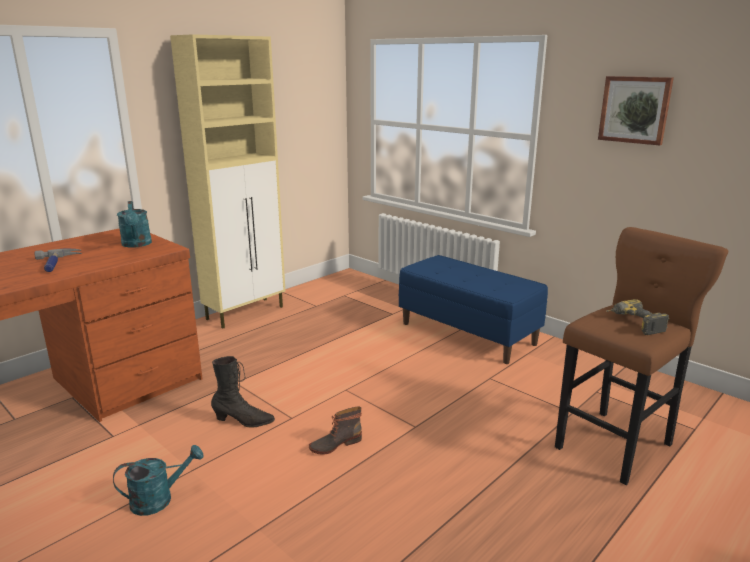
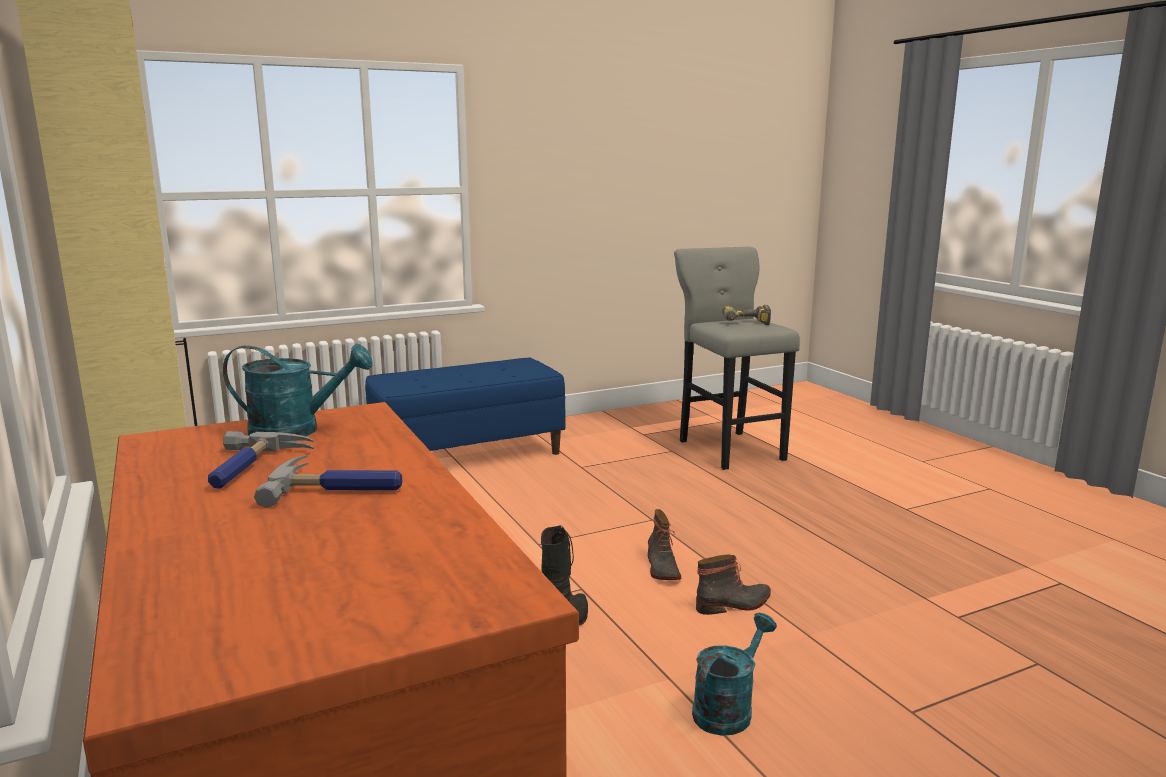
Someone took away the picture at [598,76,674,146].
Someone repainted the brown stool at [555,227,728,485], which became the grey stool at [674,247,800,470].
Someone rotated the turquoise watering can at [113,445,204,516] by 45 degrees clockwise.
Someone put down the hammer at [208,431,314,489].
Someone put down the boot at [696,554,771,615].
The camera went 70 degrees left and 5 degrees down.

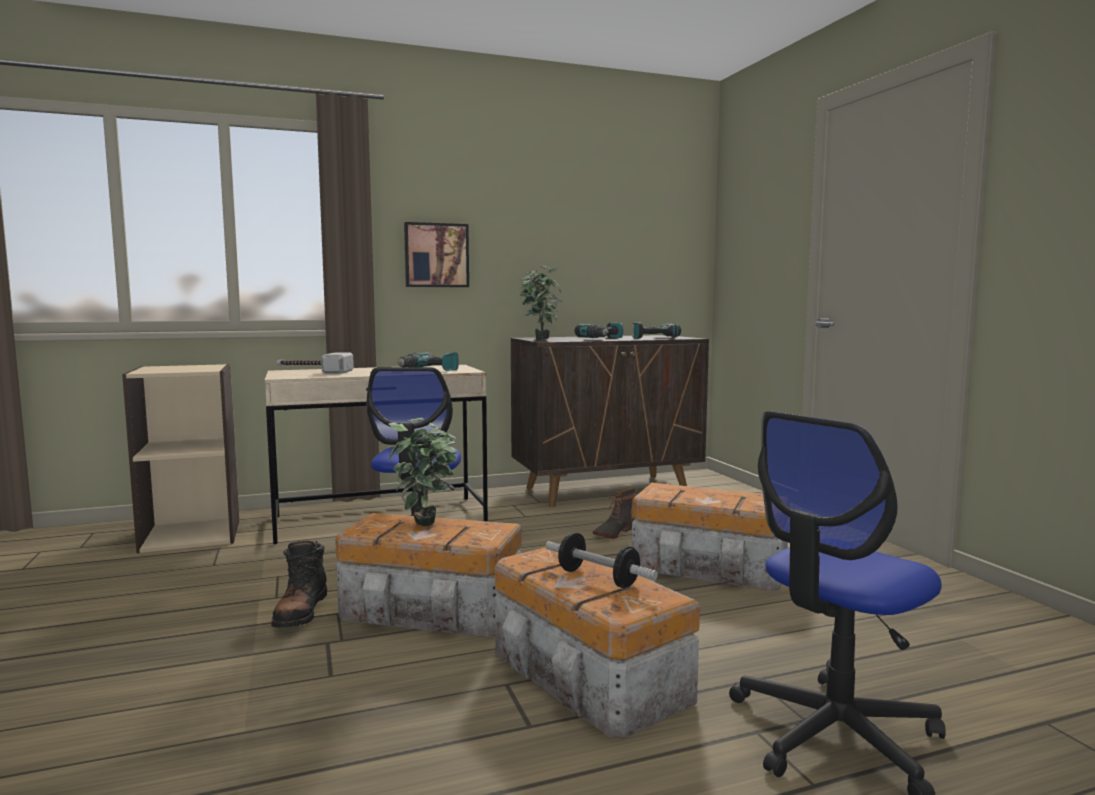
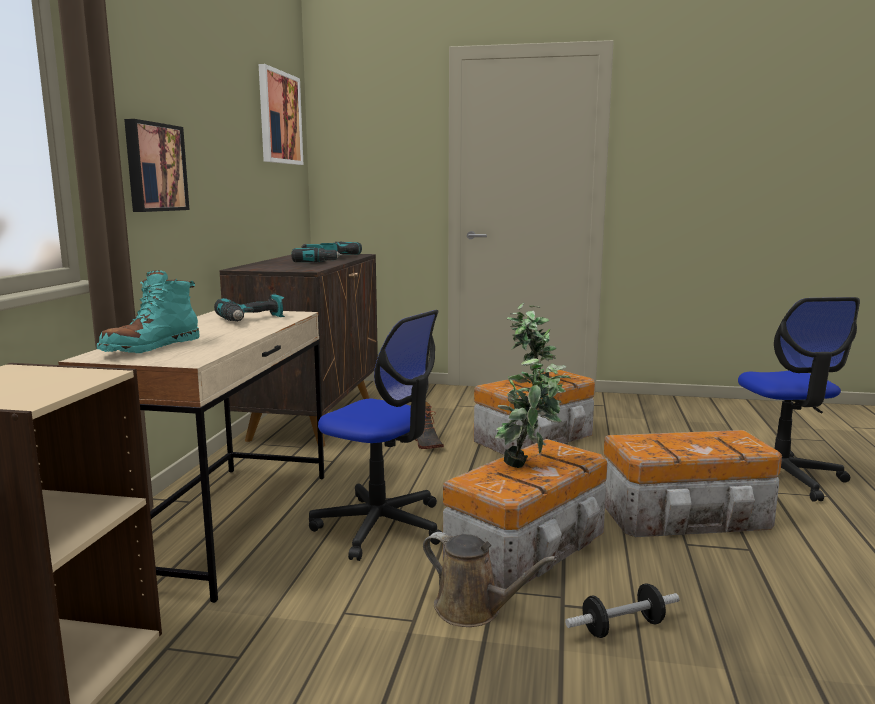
Someone carried the potted plant from [520,266,562,340] to [507,303,556,378].
Someone swapped the hammer at [277,352,354,374] for the turquoise boot at [97,270,200,353].
Someone carried the dumbbell from [546,532,658,588] to [565,584,679,638].
Someone swapped the black boot at [271,541,327,627] for the brown watering can at [423,532,557,627].
Someone put up the picture at [259,64,303,165].
The camera went 60 degrees left and 5 degrees up.

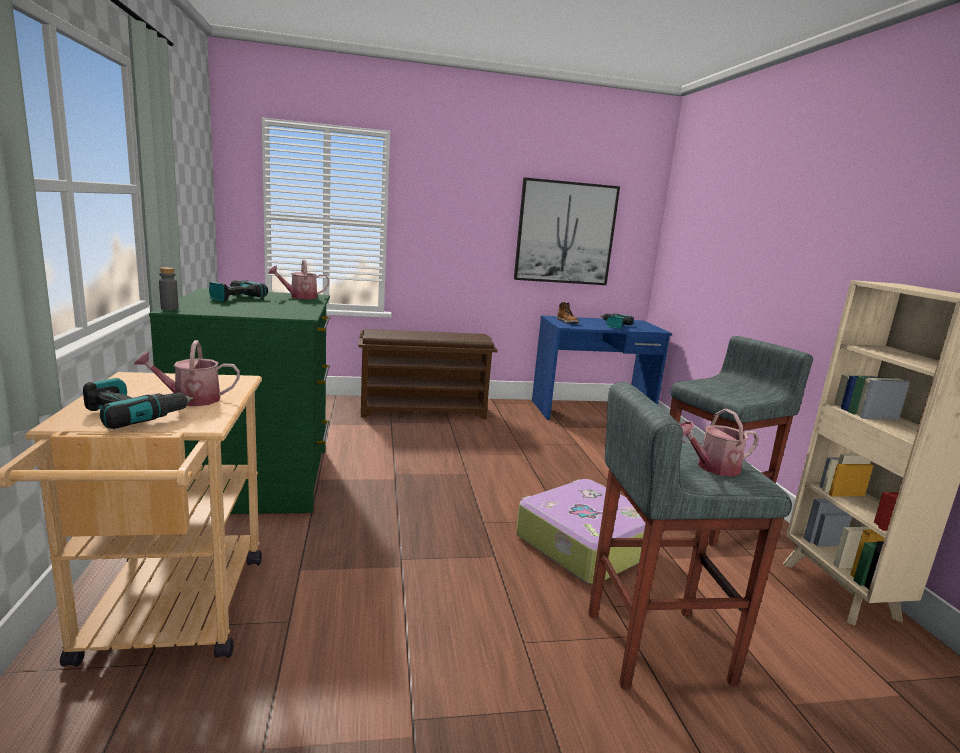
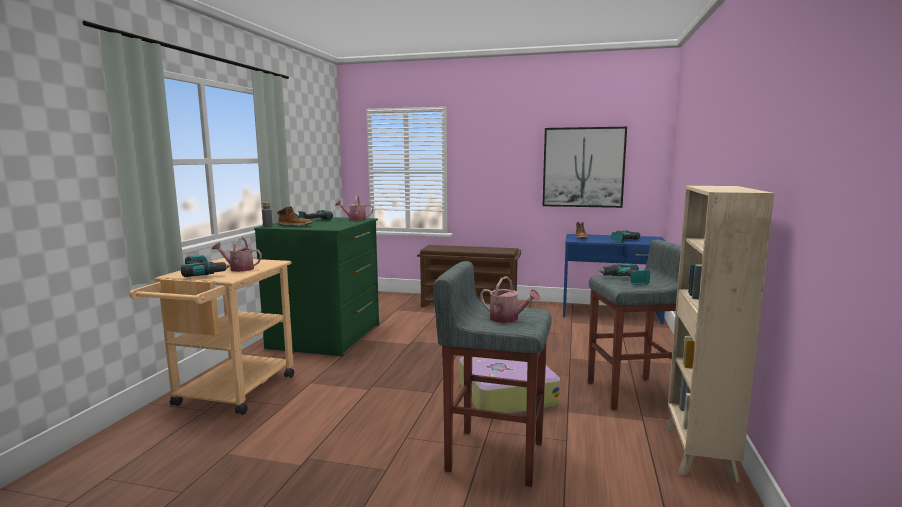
Someone rotated the watering can at [680,409,759,476] by 150 degrees counterclockwise.
Someone put down the boot at [277,206,312,226].
Someone put down the power drill at [599,264,650,285].
The camera went 25 degrees right and 5 degrees down.

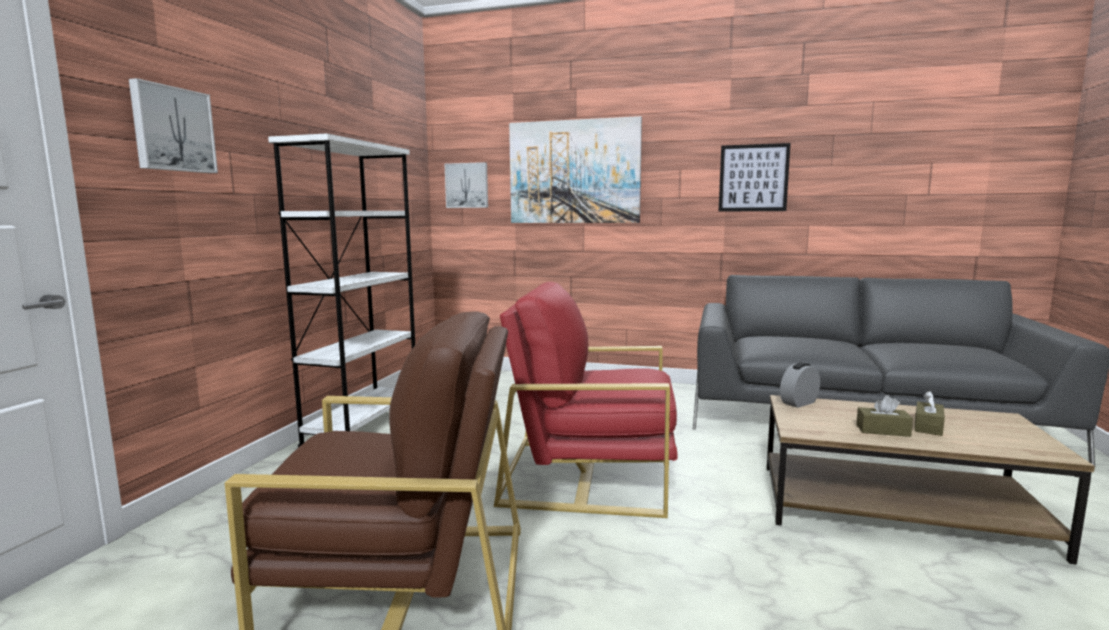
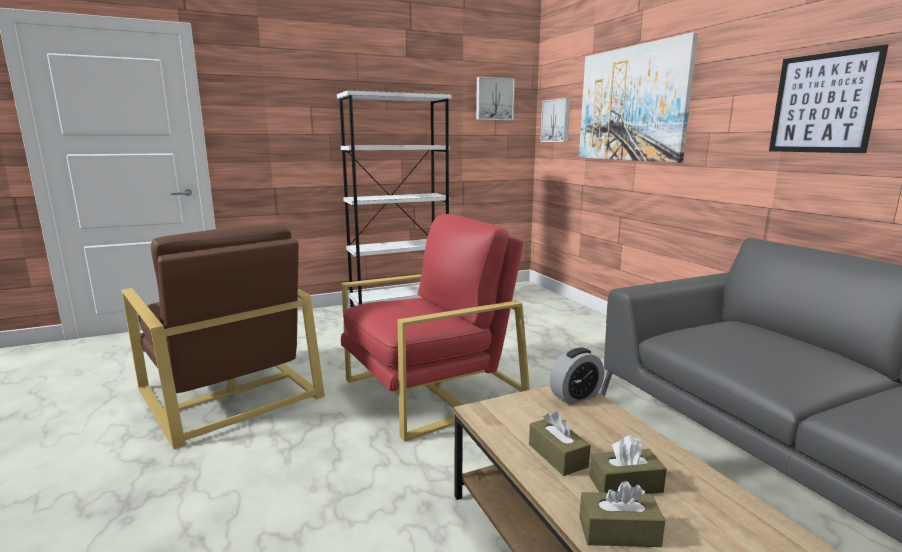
Someone carried the picture from [129,78,218,173] to [476,77,515,120].
Someone rotated the red armchair at [494,282,678,518] by 90 degrees clockwise.
Someone rotated the alarm clock at [780,362,820,408] by 135 degrees clockwise.
Someone put down the brown tissue box at [579,481,665,547].
The camera went 50 degrees right and 5 degrees up.

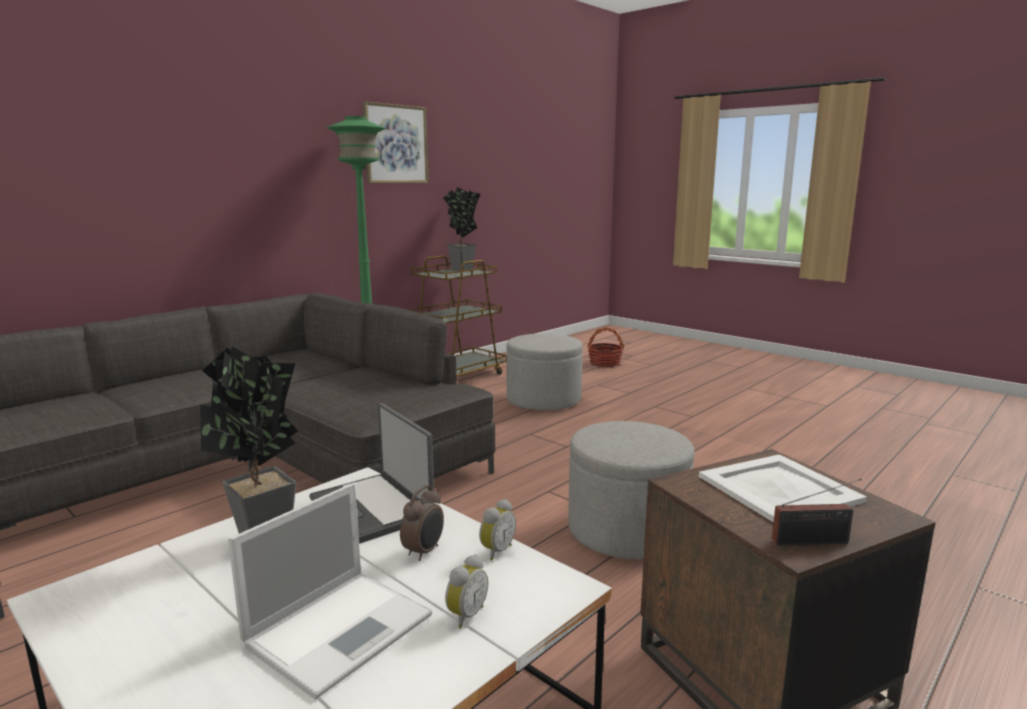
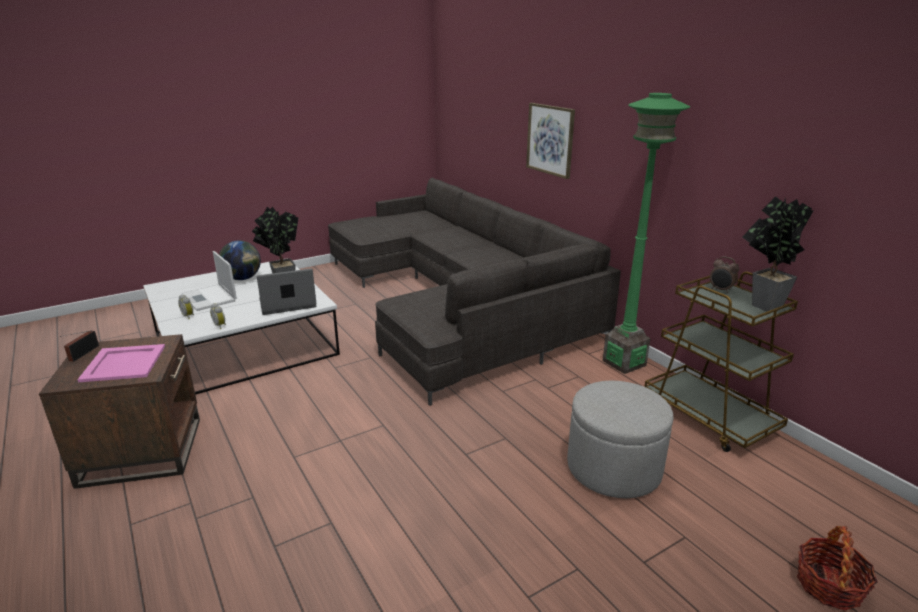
Someone carried the picture from [363,102,429,183] to [526,103,575,179].
Someone took away the grey ottoman at [568,421,694,559].
Someone repainted the white tray at [699,454,867,522], which became the pink tray at [77,344,165,382].
Someone carried the alarm clock from [400,485,444,561] to [710,257,740,293].
Someone put down the globe at [219,241,261,280].
The camera went 105 degrees right and 10 degrees up.

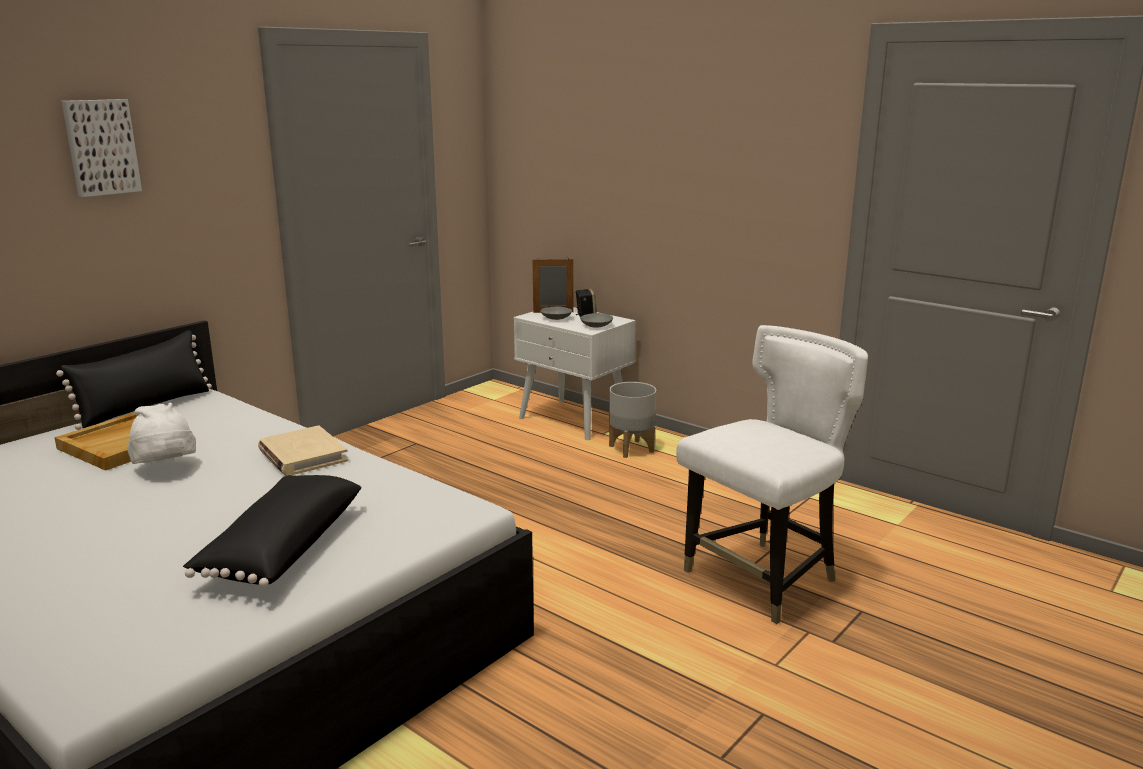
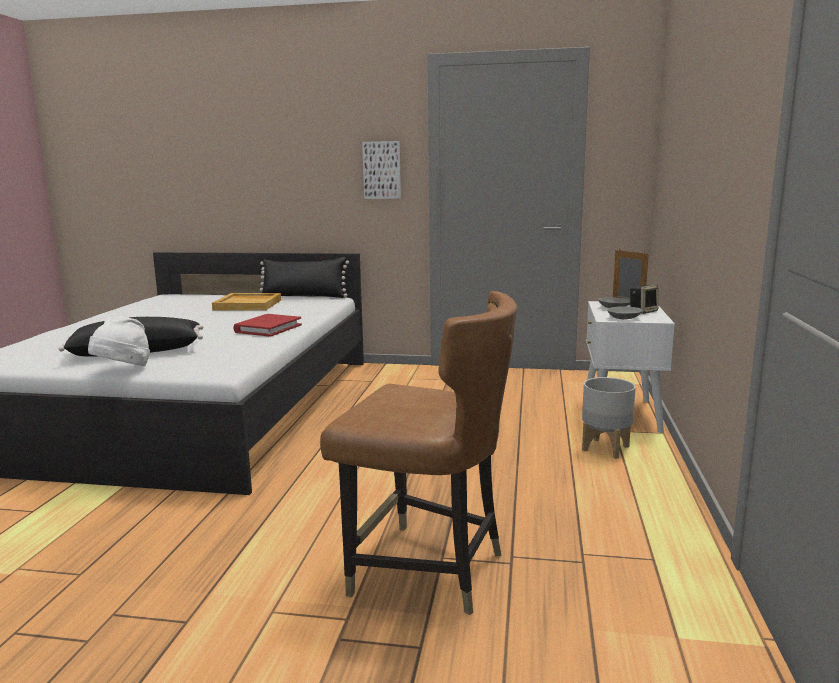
Someone carried the picture from [62,99,142,197] to [362,141,401,199].
Someone repainted the white chair at [676,325,868,624], which became the brown chair at [320,291,517,615].
Someone carried the white hat from [127,403,196,464] to [88,316,150,366].
Someone repainted the beige book at [258,425,348,476], which became the red book at [233,314,302,337].
The camera went 60 degrees right and 5 degrees down.

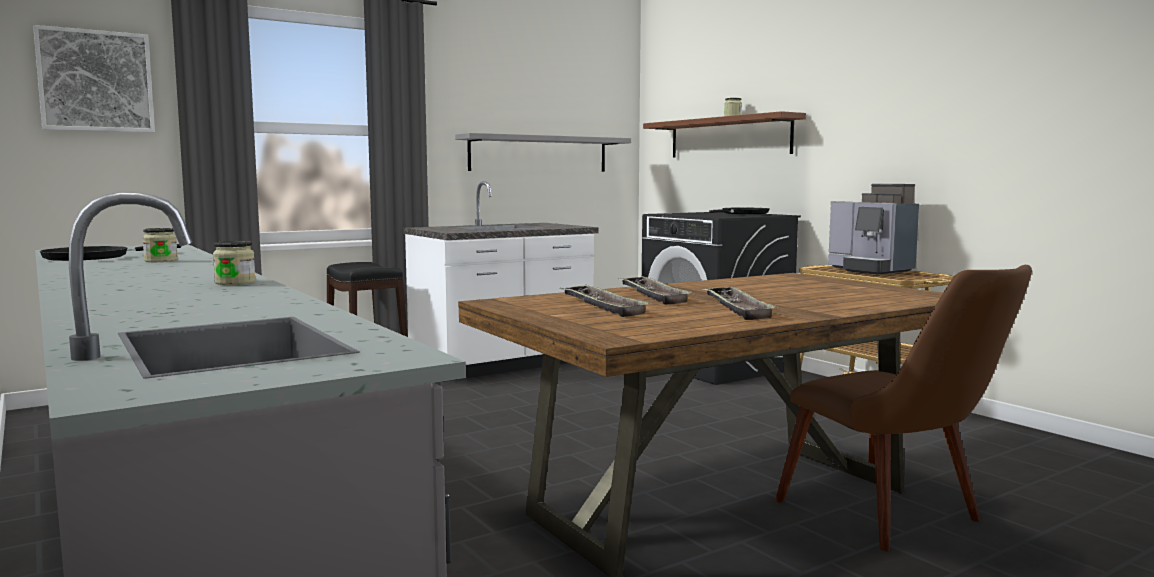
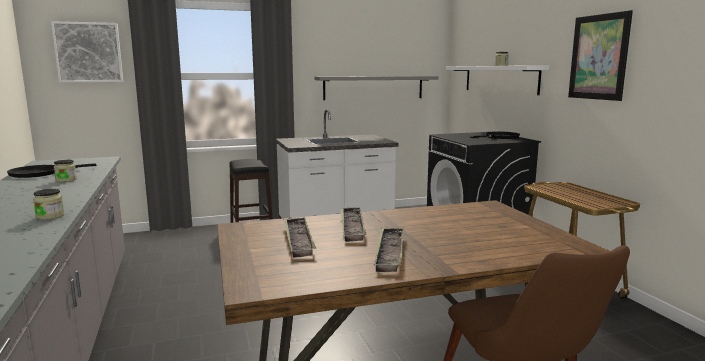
Someone repainted the brown shelf at [643,111,806,158], which became the white shelf at [446,65,549,95].
Someone took away the coffee machine at [828,184,919,275].
Someone put up the picture at [568,10,633,101].
The camera went 15 degrees right and 5 degrees up.

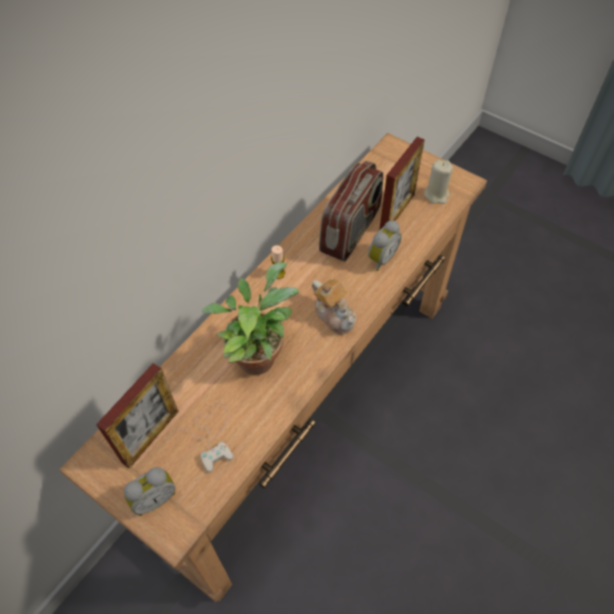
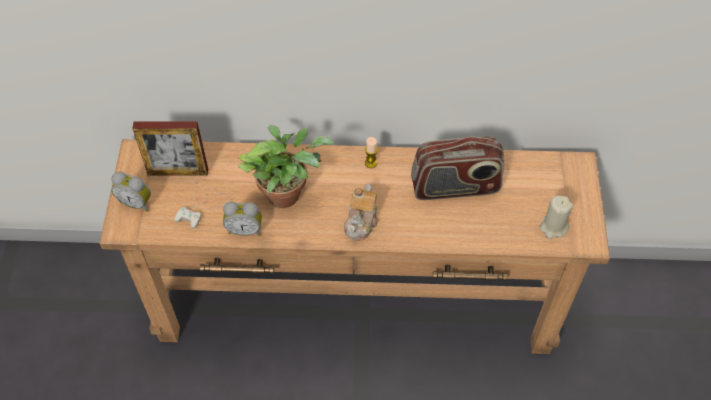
Someone took away the picture frame at [379,137,425,230].
Someone carried the alarm clock from [368,221,402,271] to [223,202,262,236].
The camera went 55 degrees right and 0 degrees up.

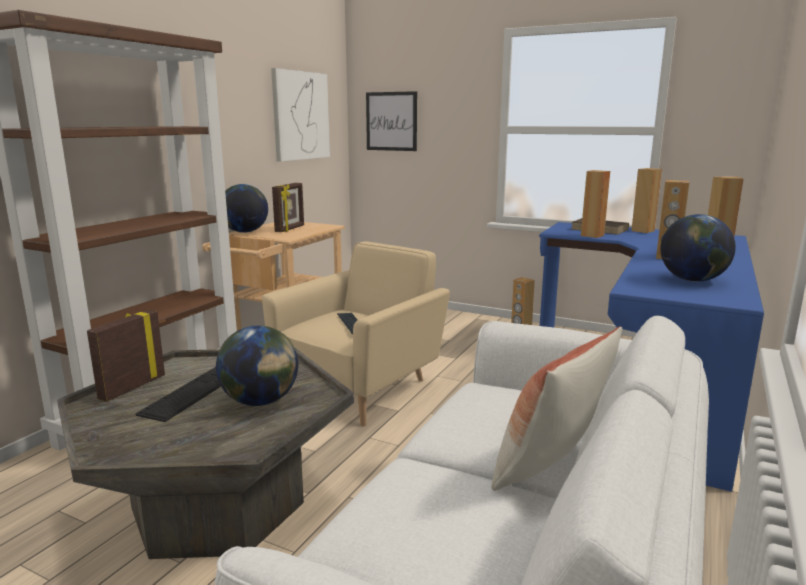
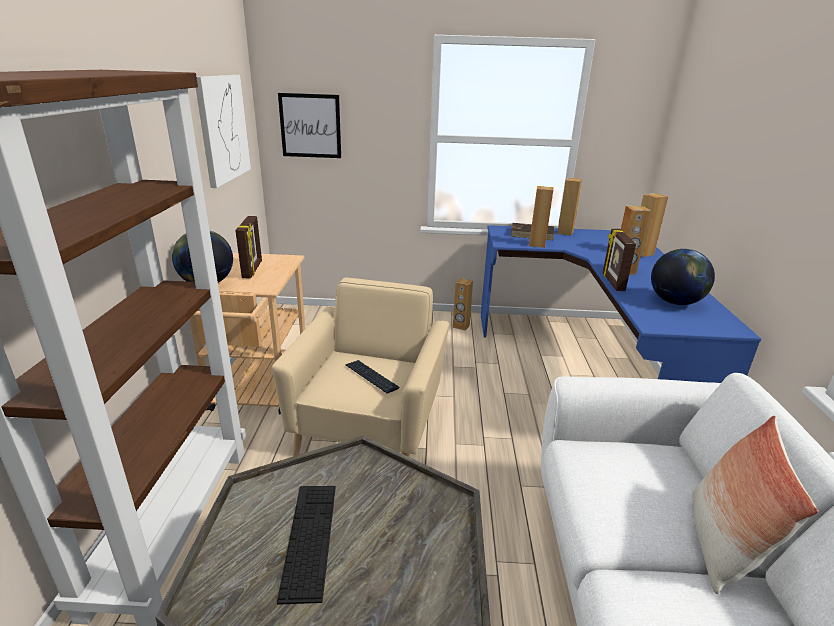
Someone carried the picture frame from [87,310,165,402] to [603,229,636,291].
Someone took away the globe at [216,325,298,406].
The camera went 25 degrees left and 10 degrees up.

